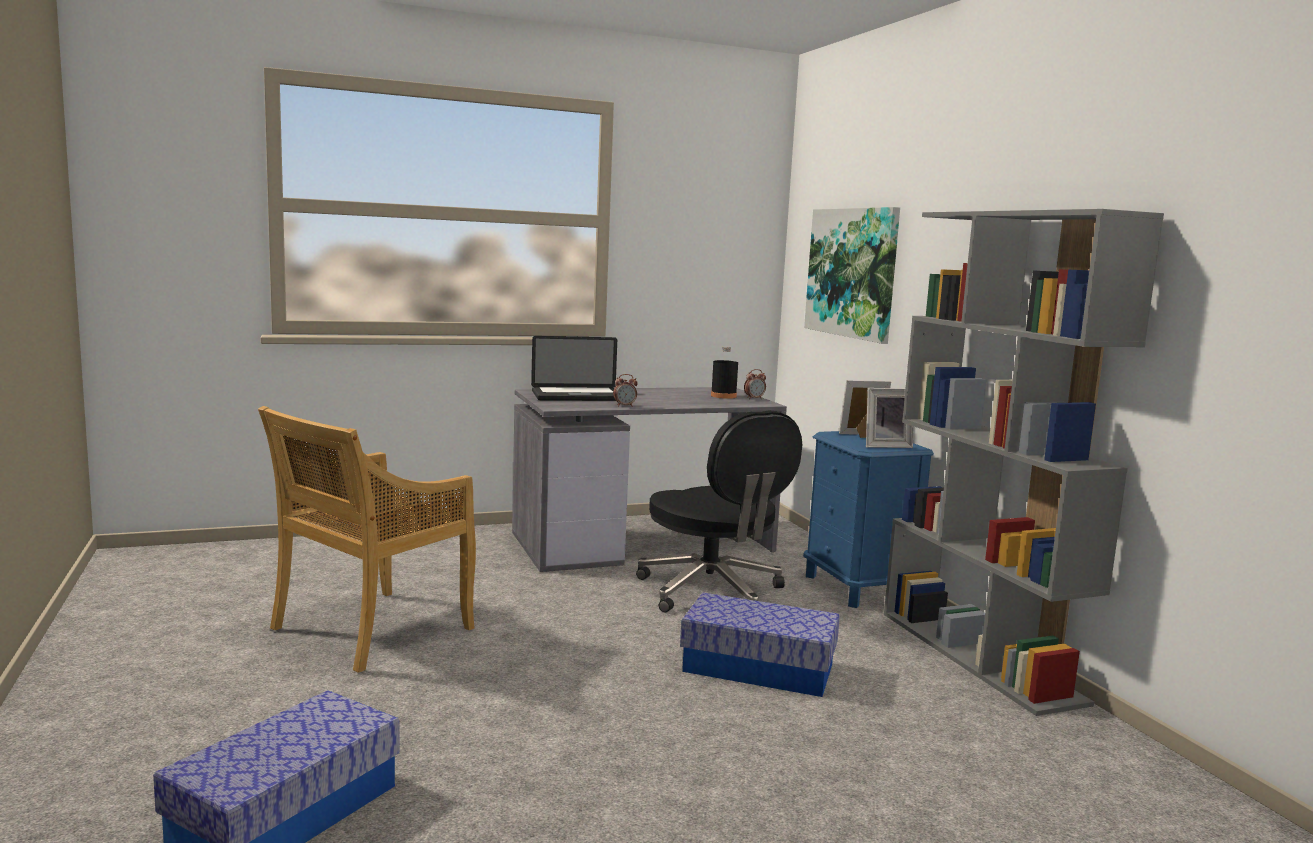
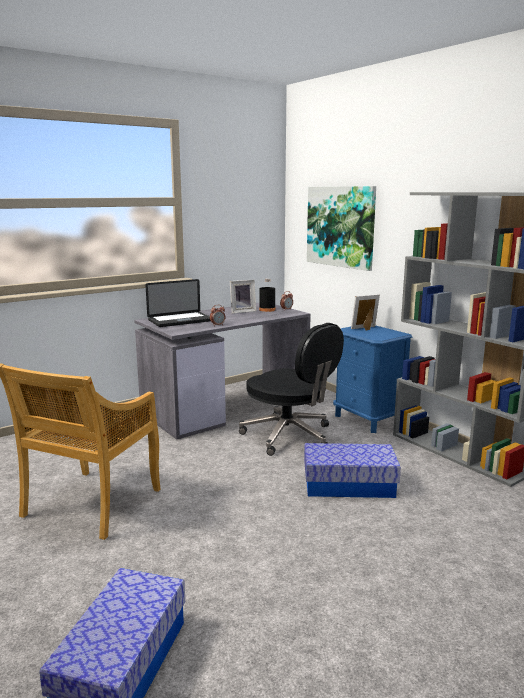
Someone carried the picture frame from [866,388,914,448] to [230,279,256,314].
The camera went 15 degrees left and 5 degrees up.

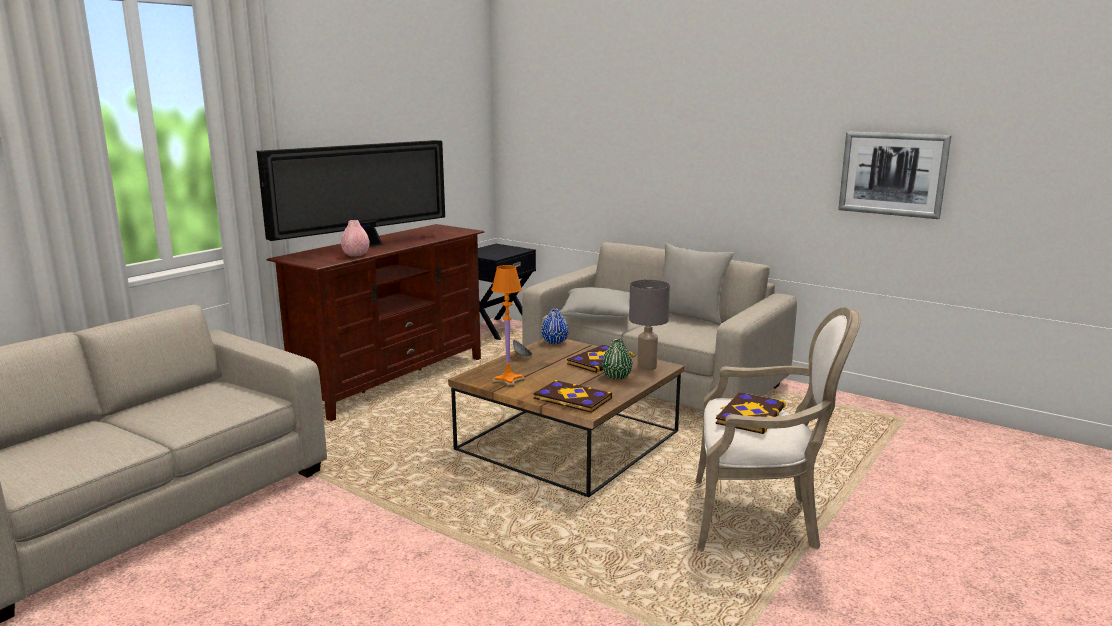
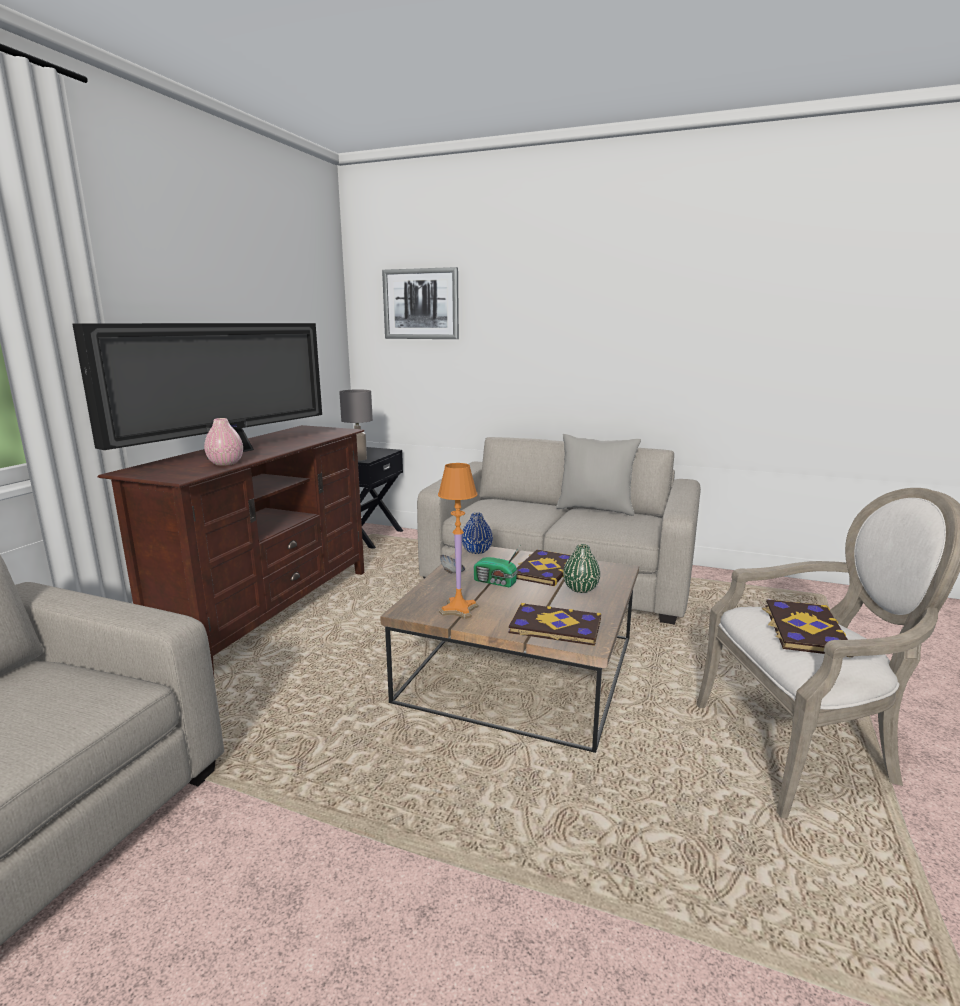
Someone carried the picture from [838,132,951,219] to [382,267,459,339].
Someone carried the grey table lamp from [629,280,670,371] to [339,389,373,461].
Someone took away the grey pillow at [560,287,630,320].
Someone put down the radio at [474,544,521,587].
The camera went 15 degrees left and 0 degrees up.

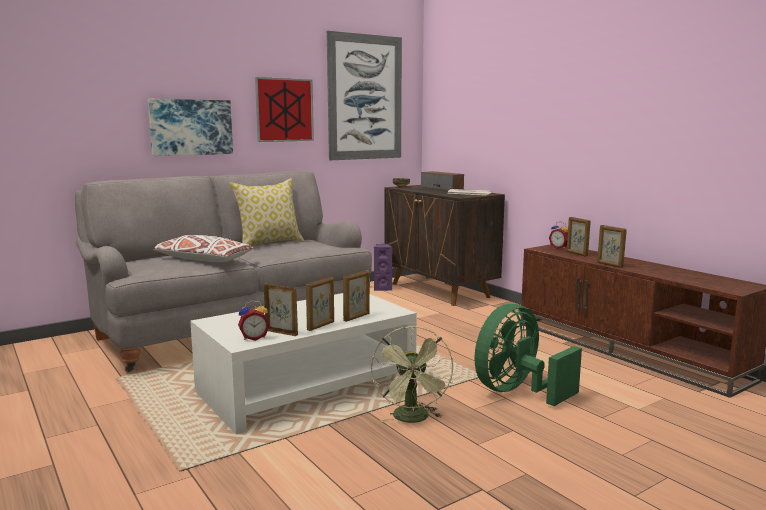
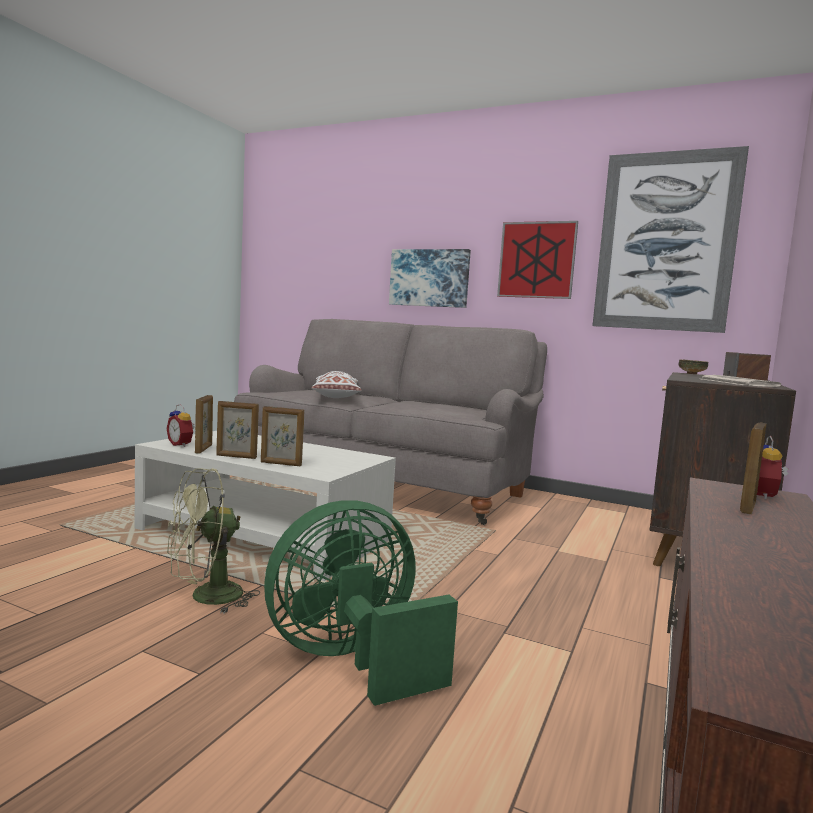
Someone took away the pillow at [230,178,304,246].
Someone took away the picture frame at [597,225,627,268].
Someone took away the purple speaker at [374,244,392,291].
Someone rotated the green fan at [474,304,582,406] by 45 degrees counterclockwise.
The camera went 60 degrees right and 5 degrees down.

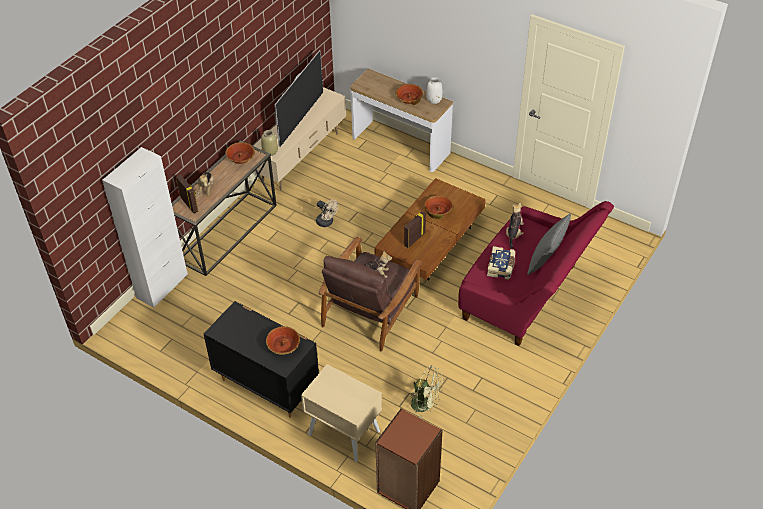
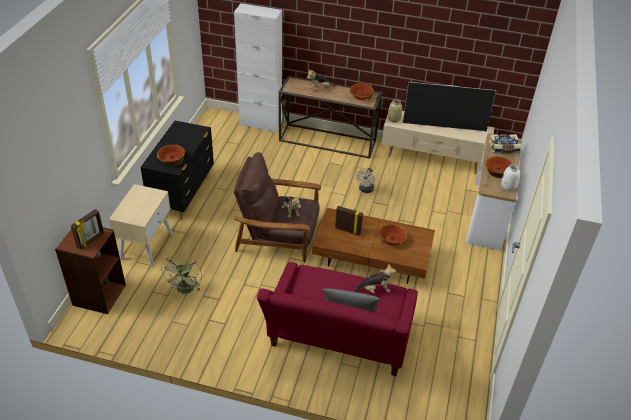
Someone carried the picture frame from [176,175,199,213] to [71,209,104,250].
Someone carried the book from [487,246,515,280] to [489,134,521,154].
The camera went 70 degrees right and 5 degrees down.

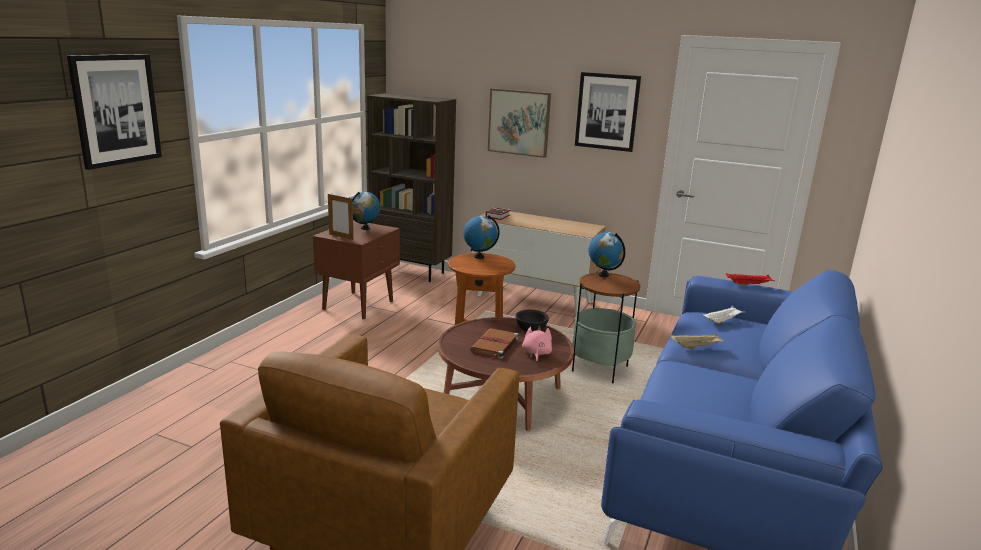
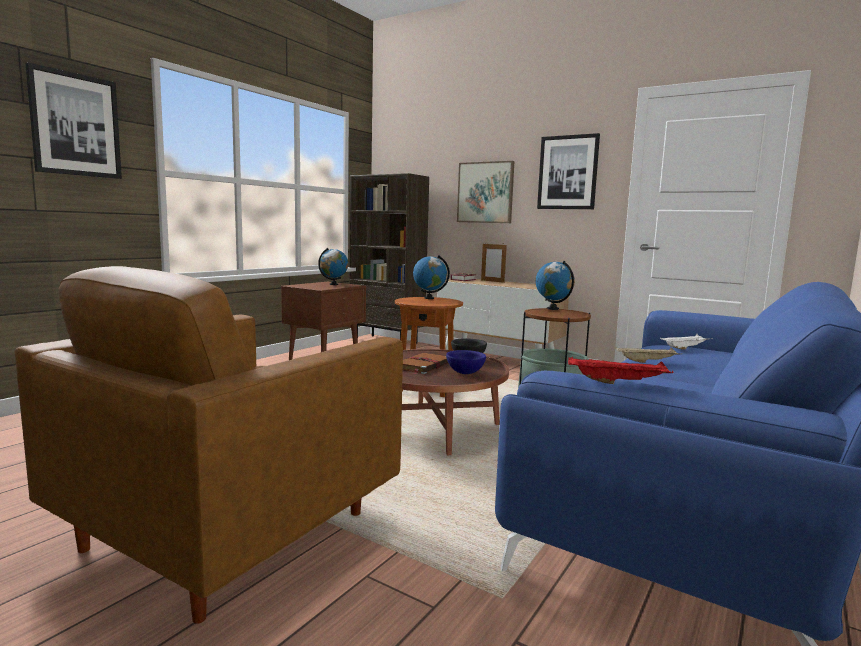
Someone carried the picture frame from [328,194,354,240] to [481,244,507,283].
Someone carried the red tray from [726,273,774,286] to [568,357,674,384].
Someone swapped the pink plush toy at [522,326,552,363] for the blue bowl at [446,350,486,374].
The camera went 10 degrees right and 10 degrees down.

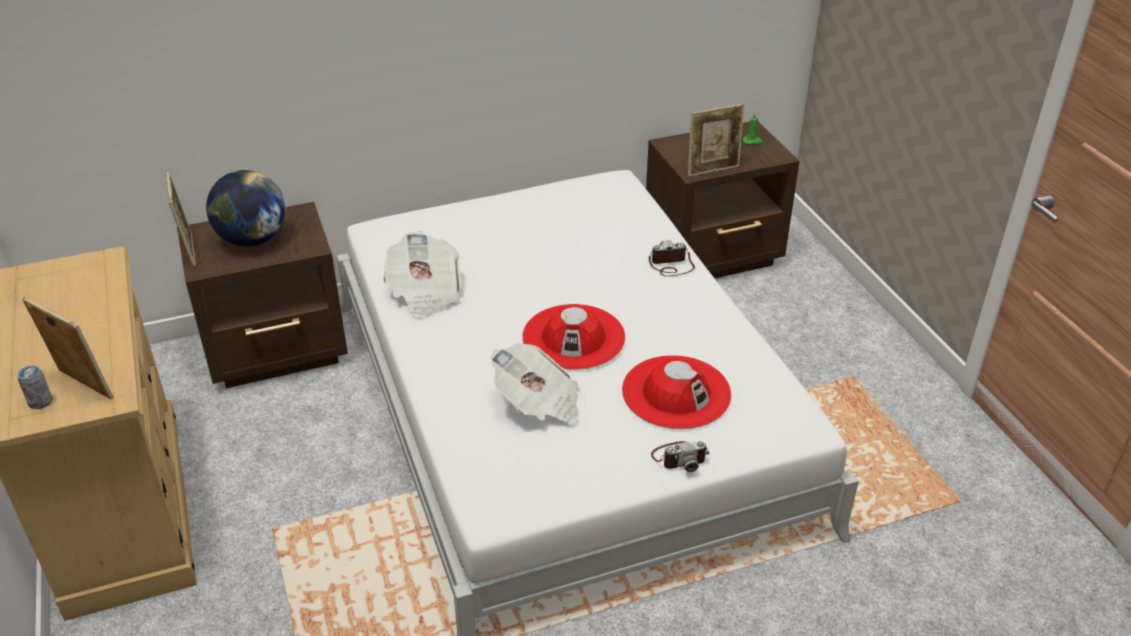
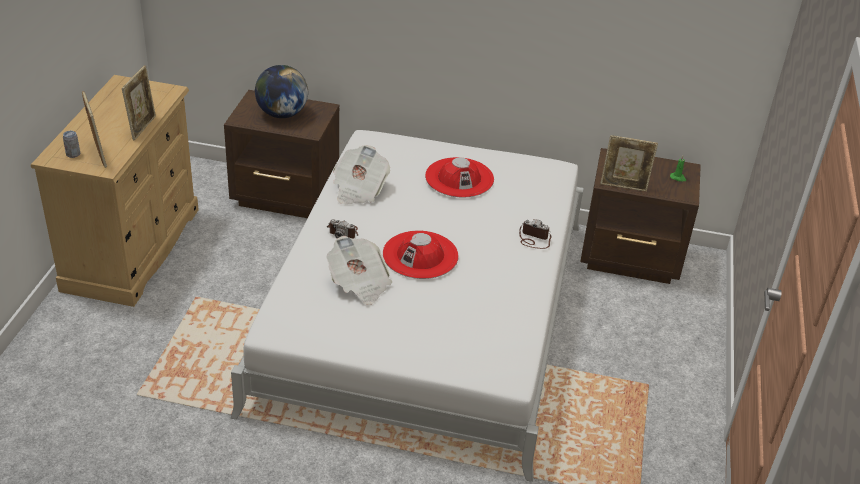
Someone carried the picture frame from [166,171,196,266] to [122,65,156,141].
Someone carried the red hat from [622,355,731,429] to [425,157,494,197].
Someone carried the photo camera from [651,441,709,472] to [327,219,358,239].
The camera went 30 degrees right and 0 degrees up.

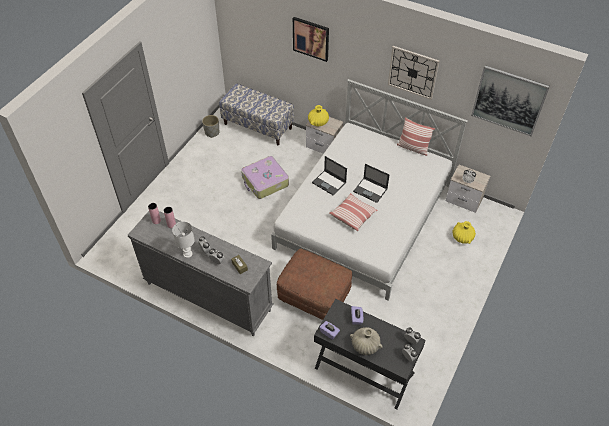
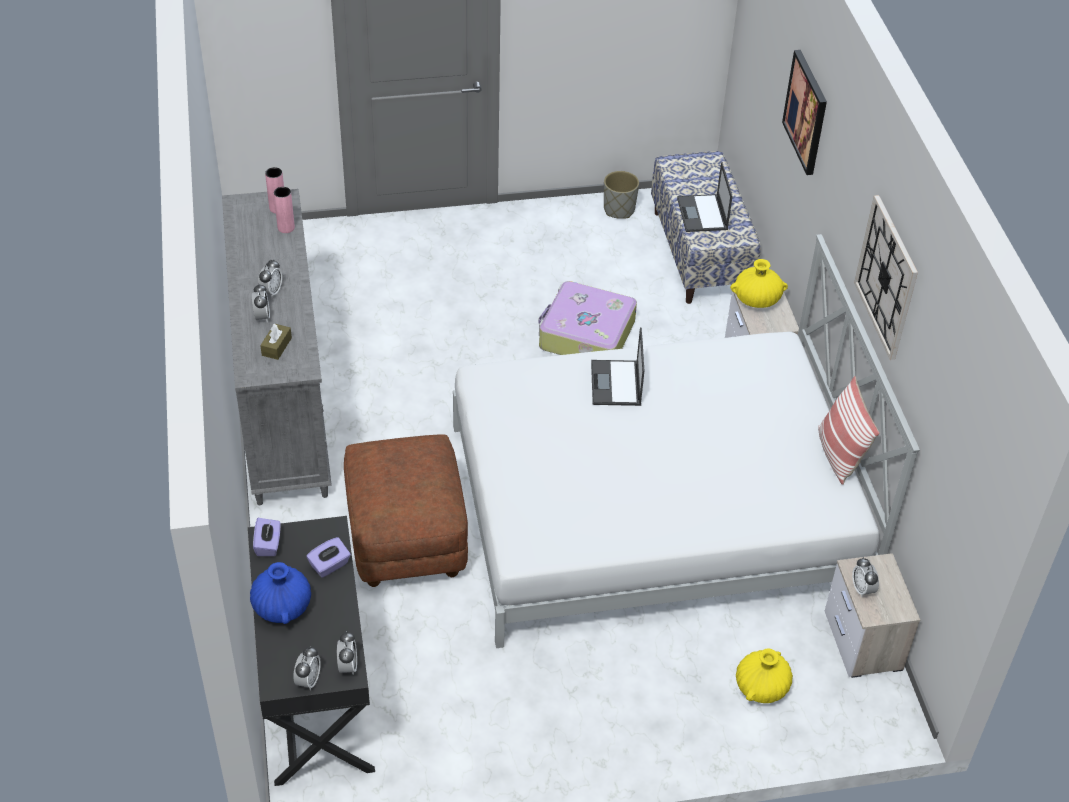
Someone took away the picture at [471,65,550,136].
Someone carried the laptop from [353,164,390,203] to [677,162,733,232].
Someone took away the pillow at [329,193,378,231].
Someone took away the white table lamp at [172,221,195,258].
Someone repainted the beige vase at [350,327,382,355], which became the blue vase at [250,562,311,624].
The camera went 50 degrees right and 5 degrees down.

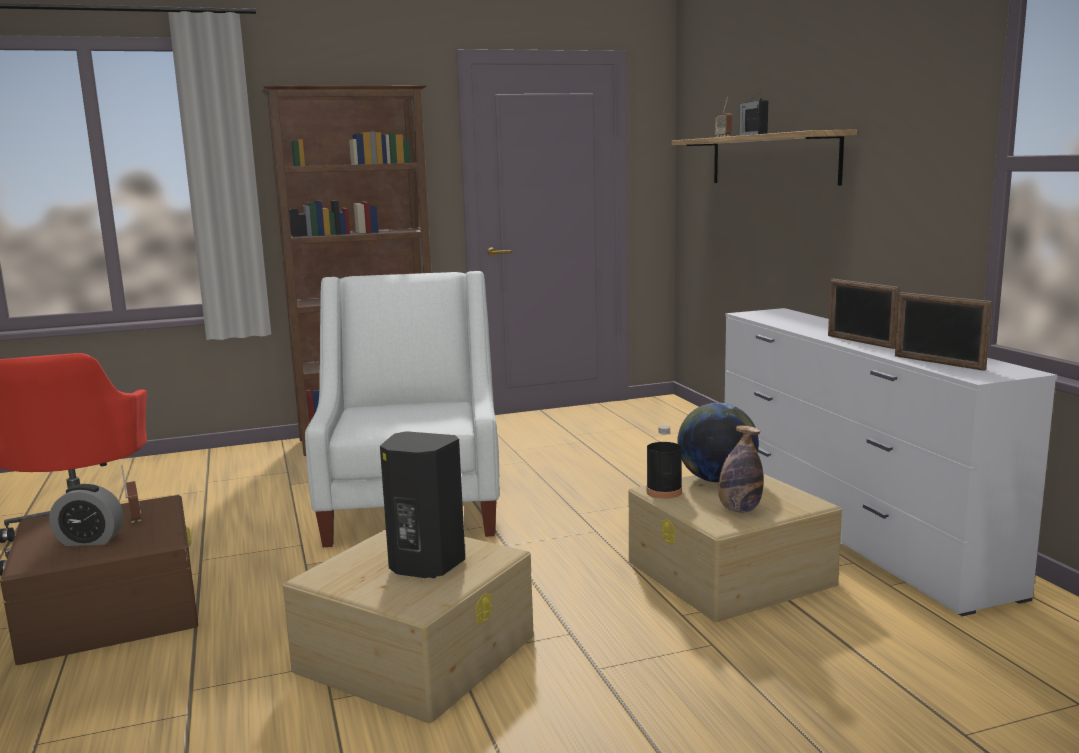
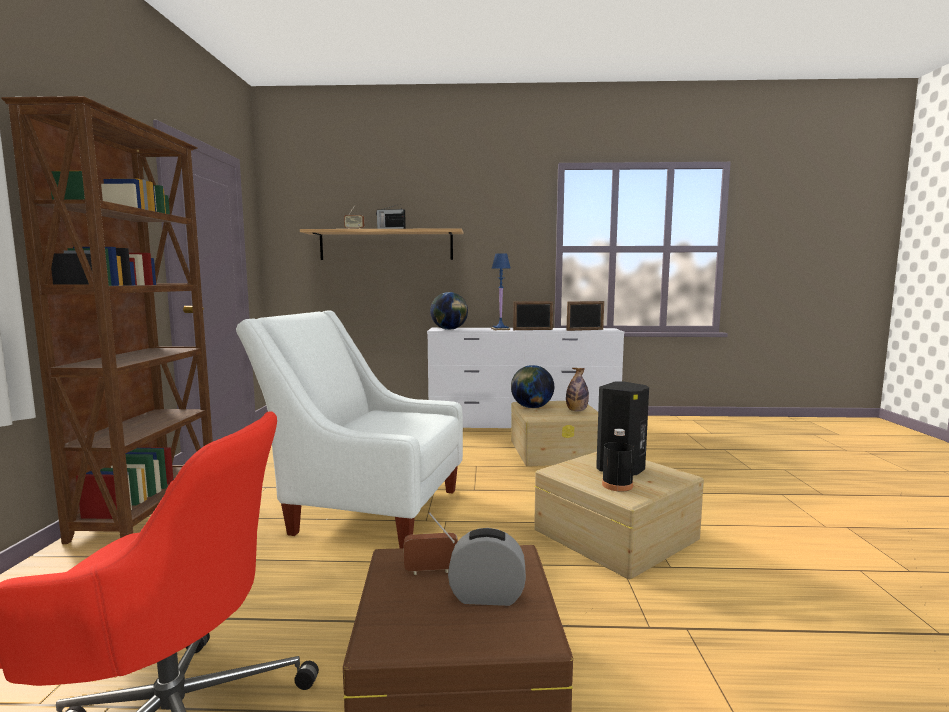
Someone carried the black bottle from [646,426,682,499] to [602,429,634,492].
Someone rotated the alarm clock at [49,484,123,546] by 105 degrees counterclockwise.
Someone put down the blue table lamp at [491,253,510,330].
Someone put down the globe at [430,292,468,330].
The camera went 70 degrees left and 5 degrees down.

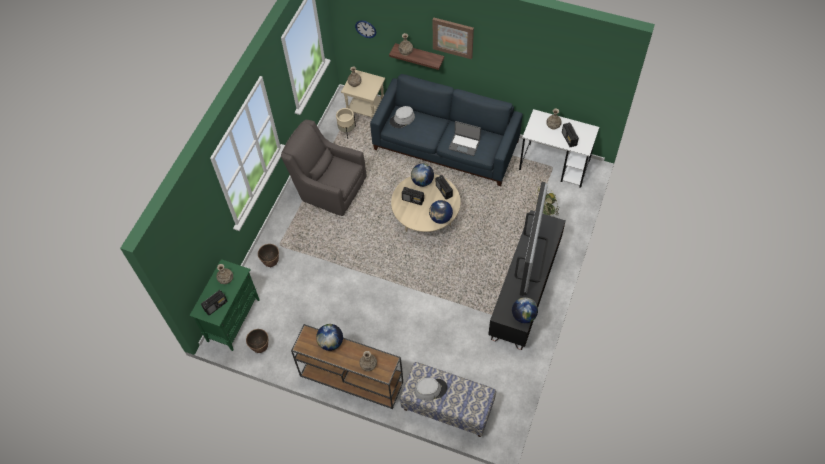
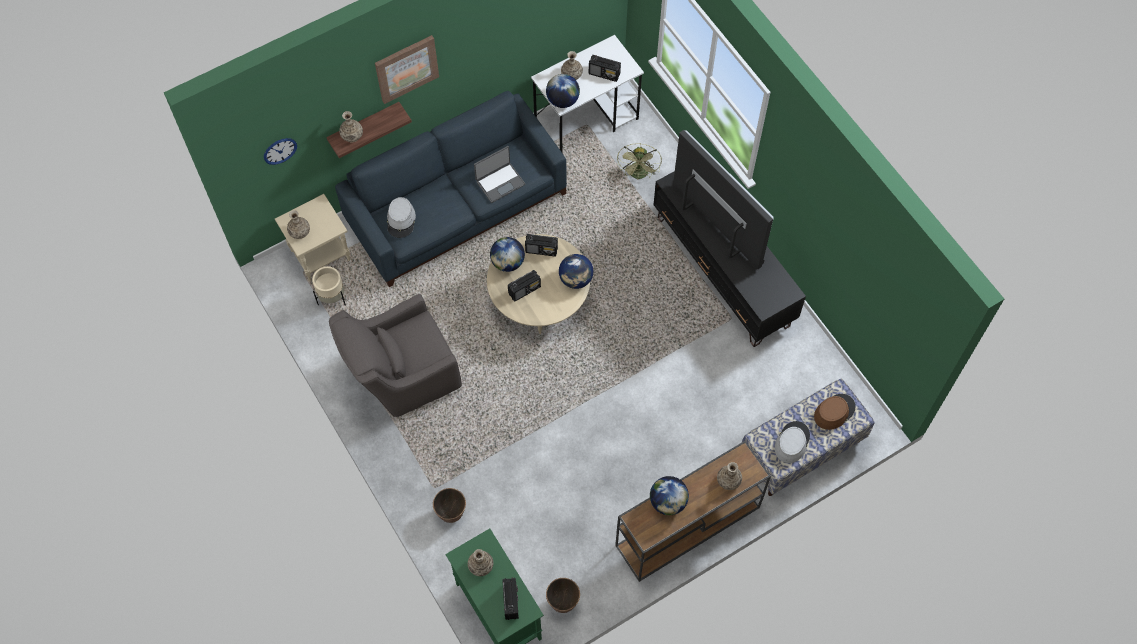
Someone carried the globe from [512,297,538,323] to [546,74,580,108].
Someone put down the brown hat at [814,394,855,430].
The camera went 55 degrees left and 5 degrees up.

